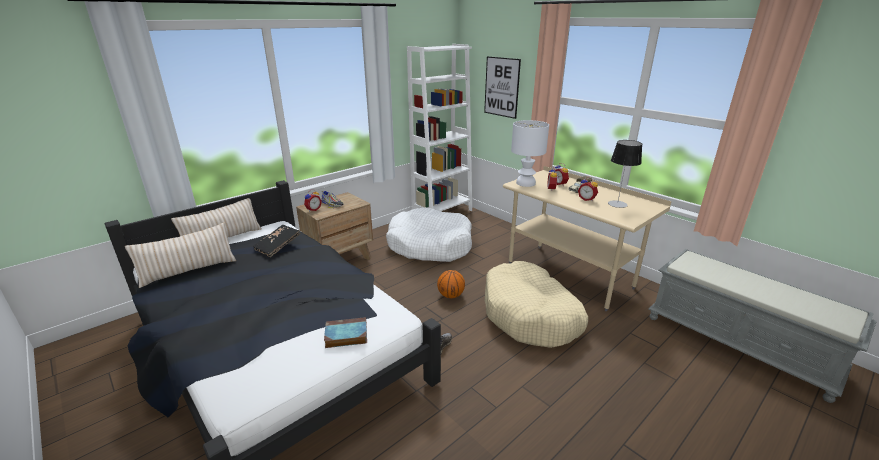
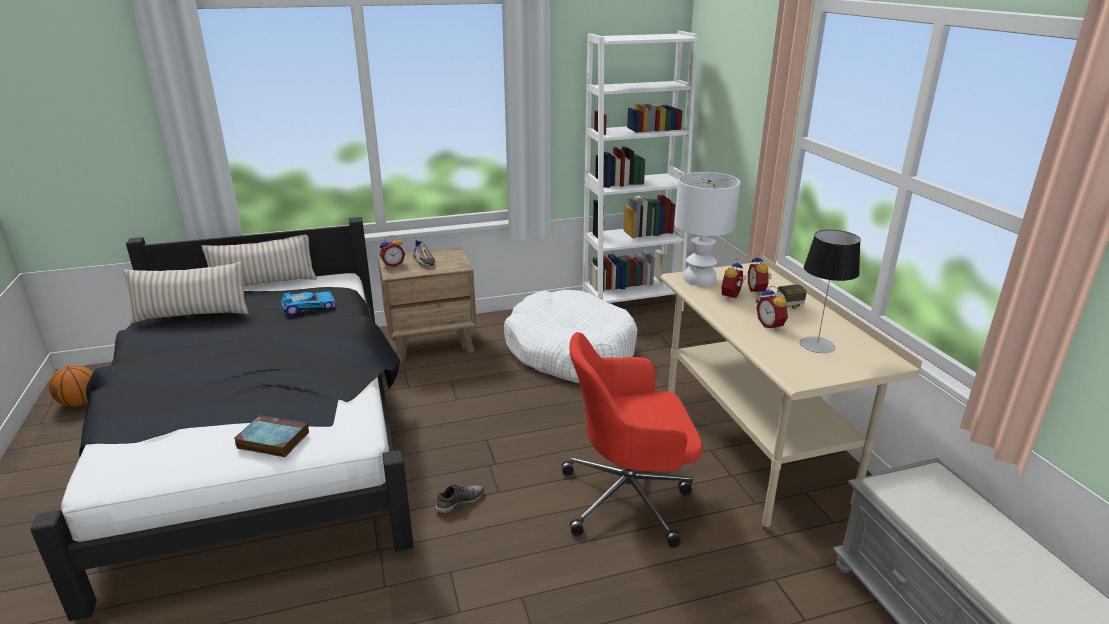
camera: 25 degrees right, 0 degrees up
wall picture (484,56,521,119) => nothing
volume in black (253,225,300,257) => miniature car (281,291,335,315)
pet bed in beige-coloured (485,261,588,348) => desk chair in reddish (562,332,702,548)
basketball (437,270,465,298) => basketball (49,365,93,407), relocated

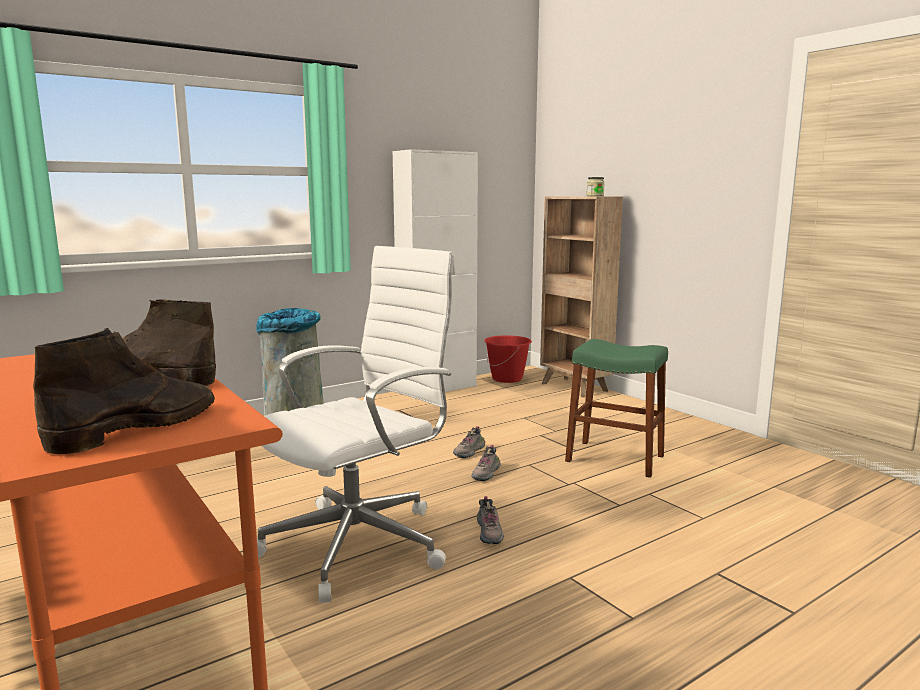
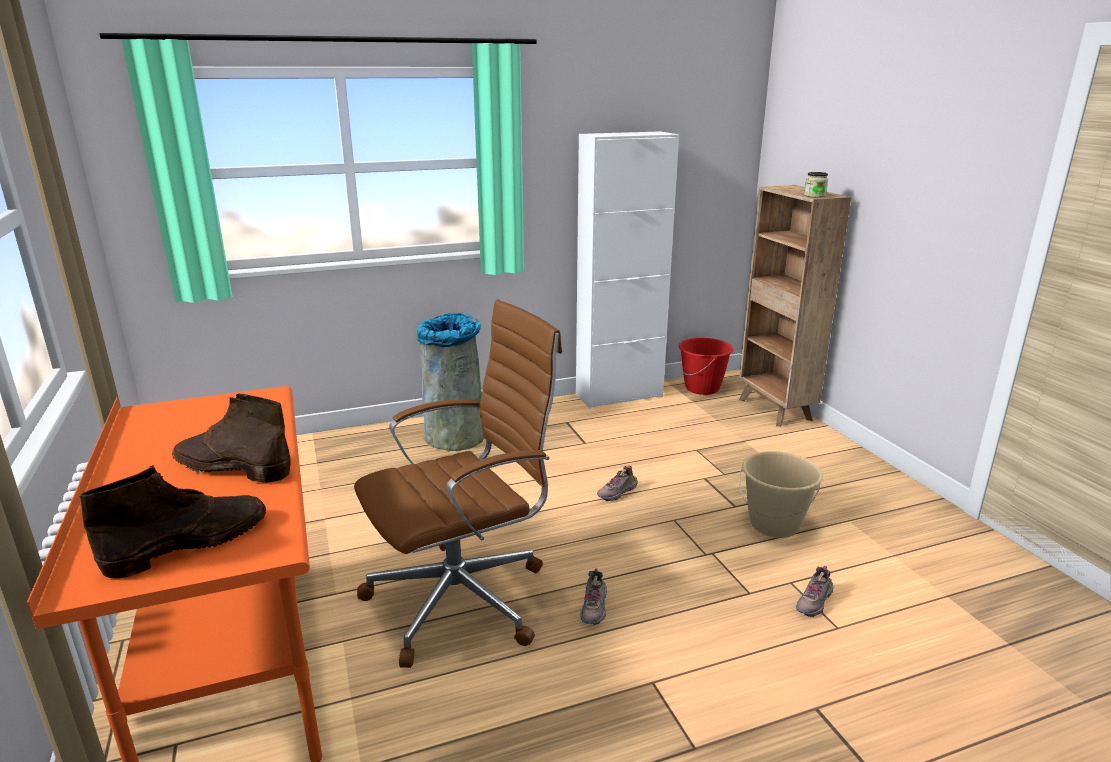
camera: 15 degrees right, 10 degrees up
desk chair in white-coloured (257,246,456,603) => desk chair in brown (354,300,562,668)
sitting stool in green-coloured (565,339,668,478) => water bucket in beige-coloured (739,451,823,538)
low shoe (471,445,500,481) => low shoe (796,566,833,617), relocated

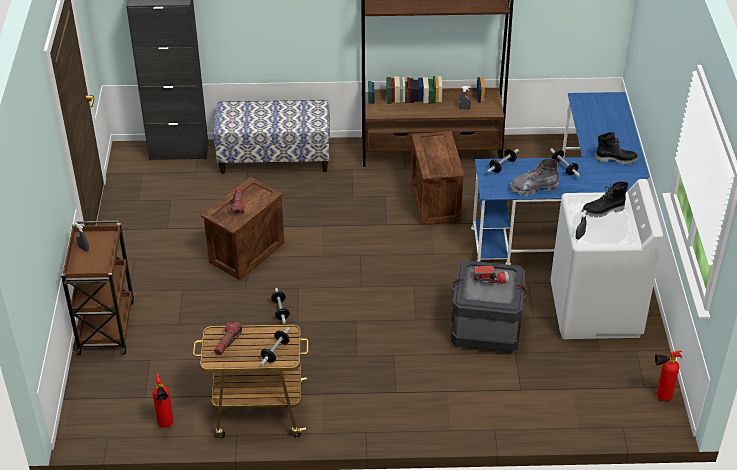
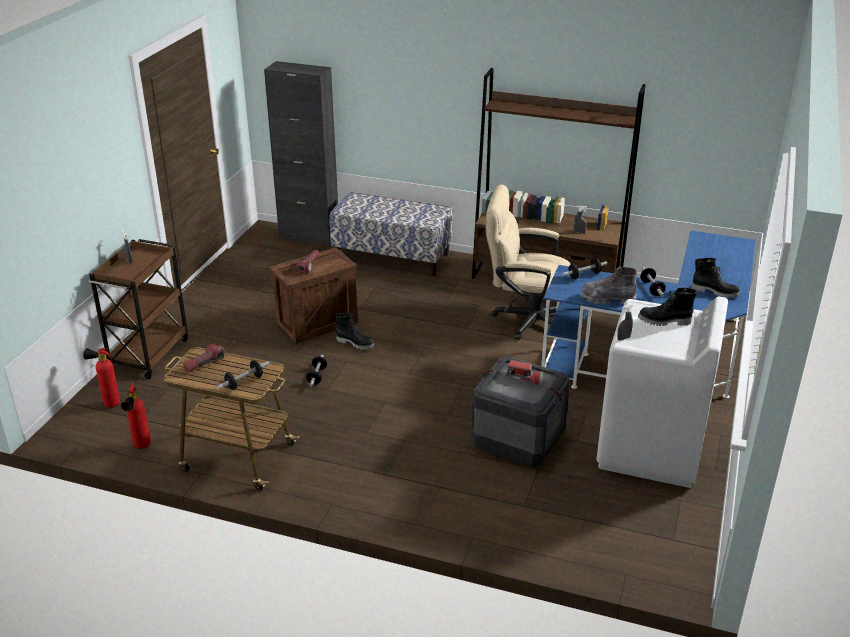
camera: 20 degrees right, 10 degrees down
crate (411,131,464,225) => desk chair in beige-coloured (486,184,571,340)
fire extinguisher (655,351,682,401) => fire extinguisher (83,348,120,408), relocated
nothing => tall boot in black (335,313,374,350)

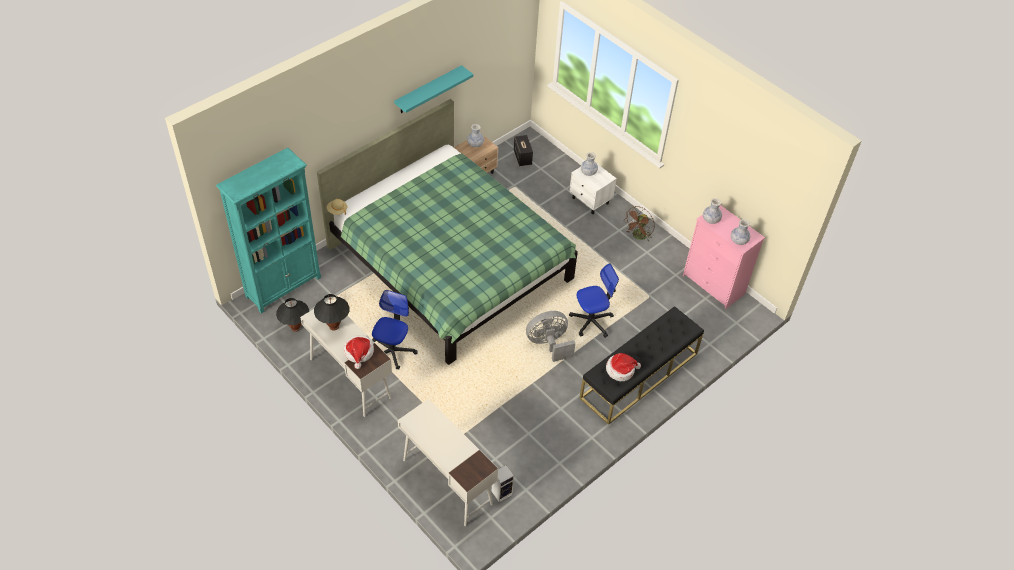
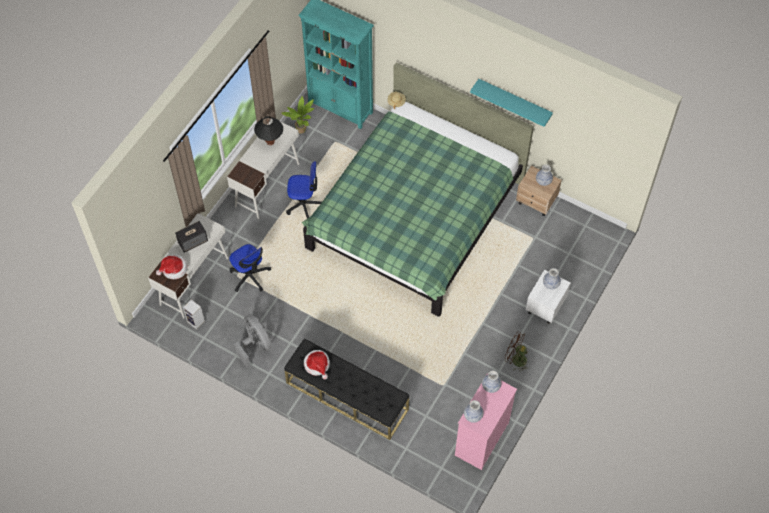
camera: 75 degrees right, 10 degrees up
speaker (514,135,533,166) => speaker (175,221,208,253), relocated
desk chair (569,264,619,338) => desk chair (229,244,271,292), relocated
tabletop lamp in black (276,298,309,332) => houseplant (281,96,314,134)
fan in gray (526,311,575,362) => fan in gray (234,314,272,368), relocated
hat (344,335,374,369) => hat (156,255,188,279), relocated

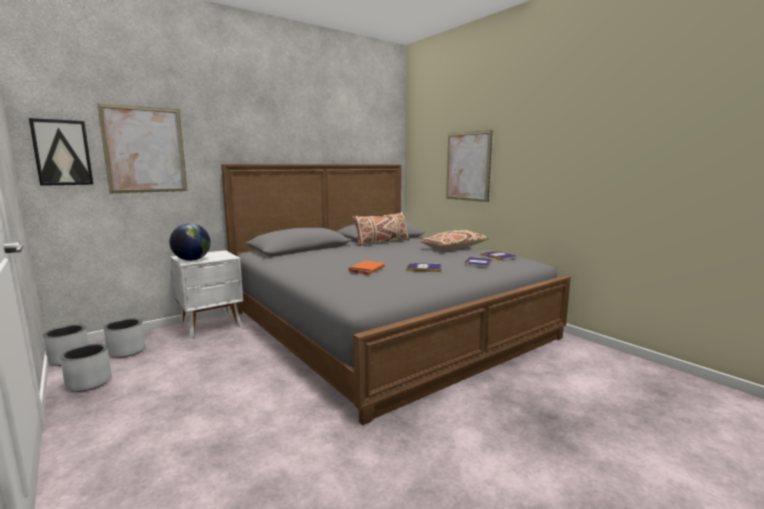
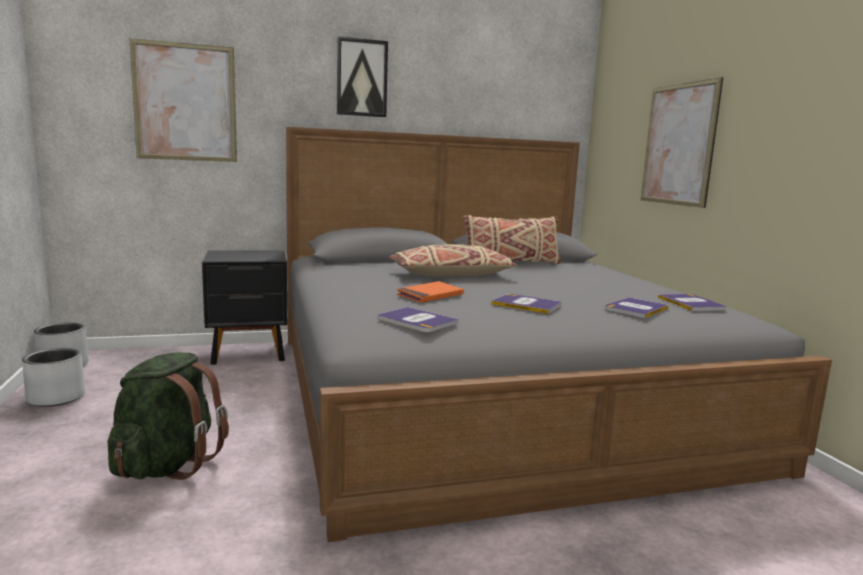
camera: 20 degrees right, 0 degrees up
wall picture (29,118,93,186) => wall picture (337,36,388,117), relocated
world globe (170,223,210,261) => nothing
cushion in beige-coloured (419,230,489,250) => cushion in beige-coloured (389,244,517,276), relocated
bedside table in white-coloured (171,250,243,338) => bedside table in black (202,250,288,365)
planter in gray (103,318,145,358) => nothing
nothing => volume (378,307,459,332)
nothing => knapsack in green-coloured (108,352,229,480)

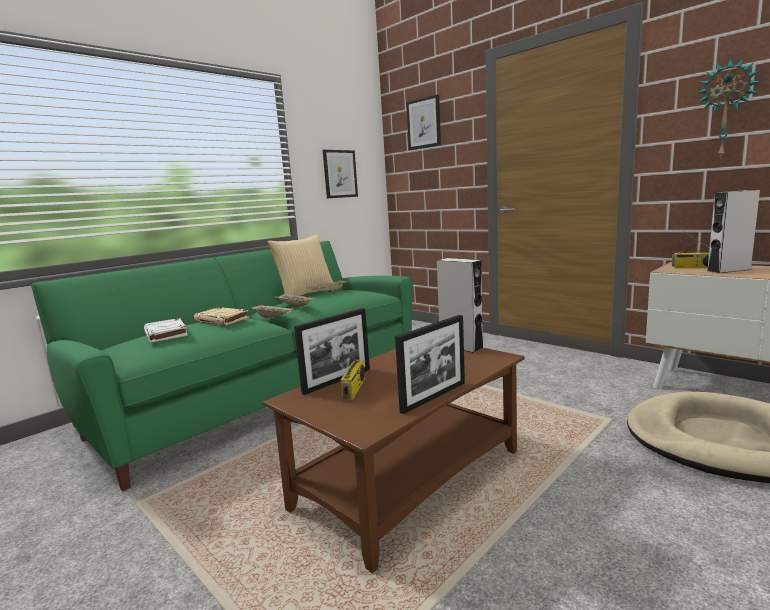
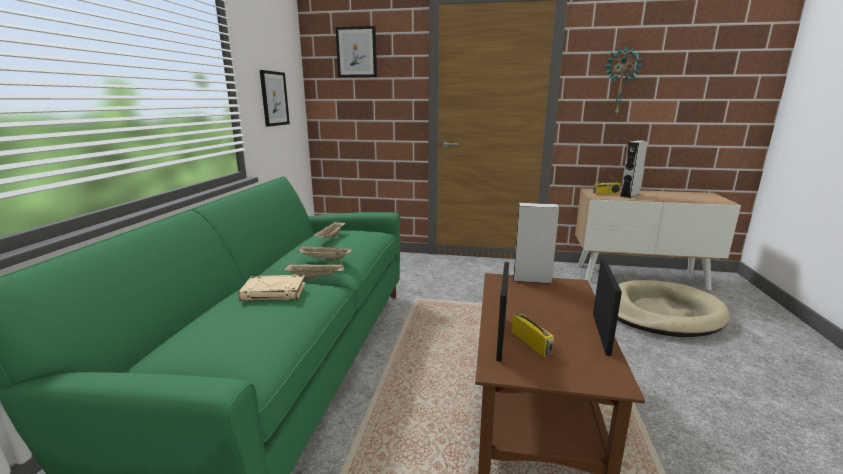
camera: 35 degrees left, 5 degrees up
cushion (268,234,333,296) => nothing
volume in white-coloured (144,318,188,342) => nothing

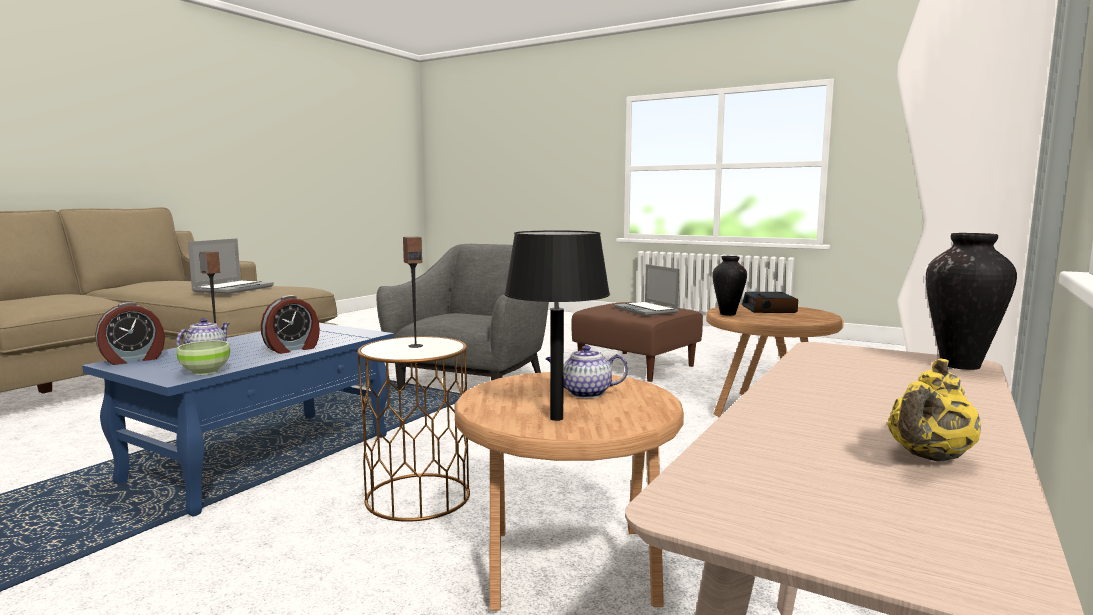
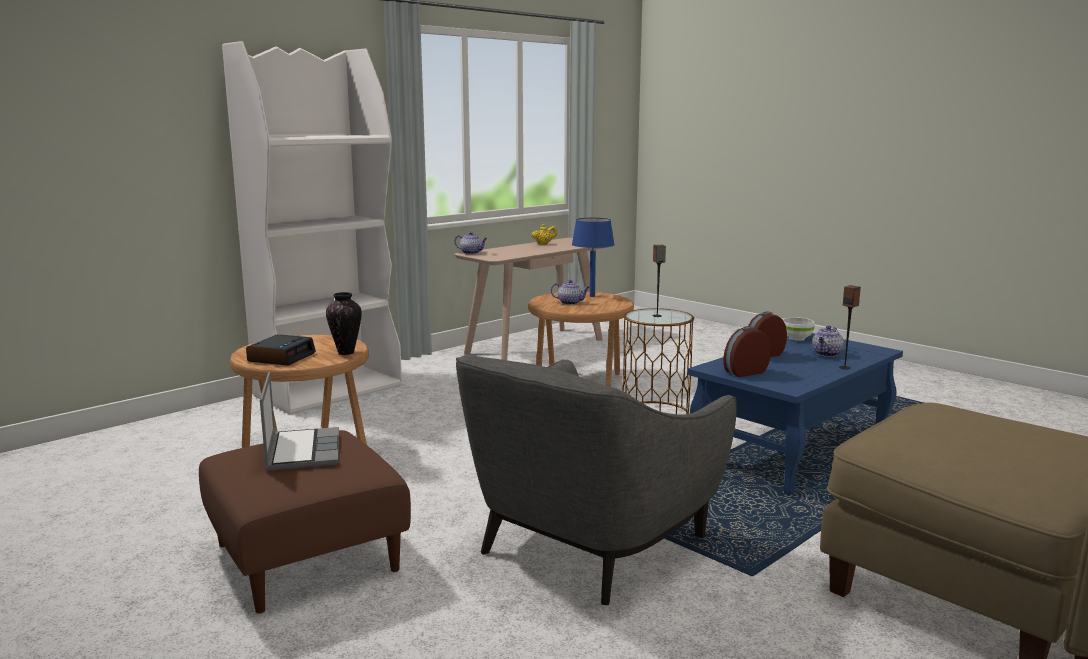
camera: 165 degrees left, 5 degrees up
tabletop lamp in black (504,231,610,421) => tabletop lamp in blue (572,218,615,297)
flower vase (926,233,1017,370) => tea pot (454,232,487,254)
portable computer (188,238,274,294) => nothing
alarm clock (95,302,165,365) => alarm clock (723,326,771,377), relocated
serving bowl in green-coloured (177,340,230,375) => serving bowl in white-coloured (783,317,815,341)

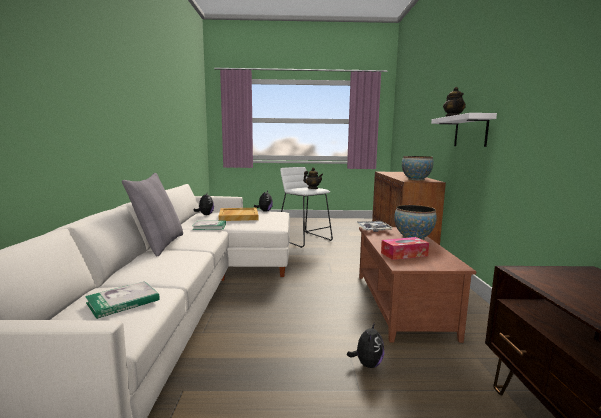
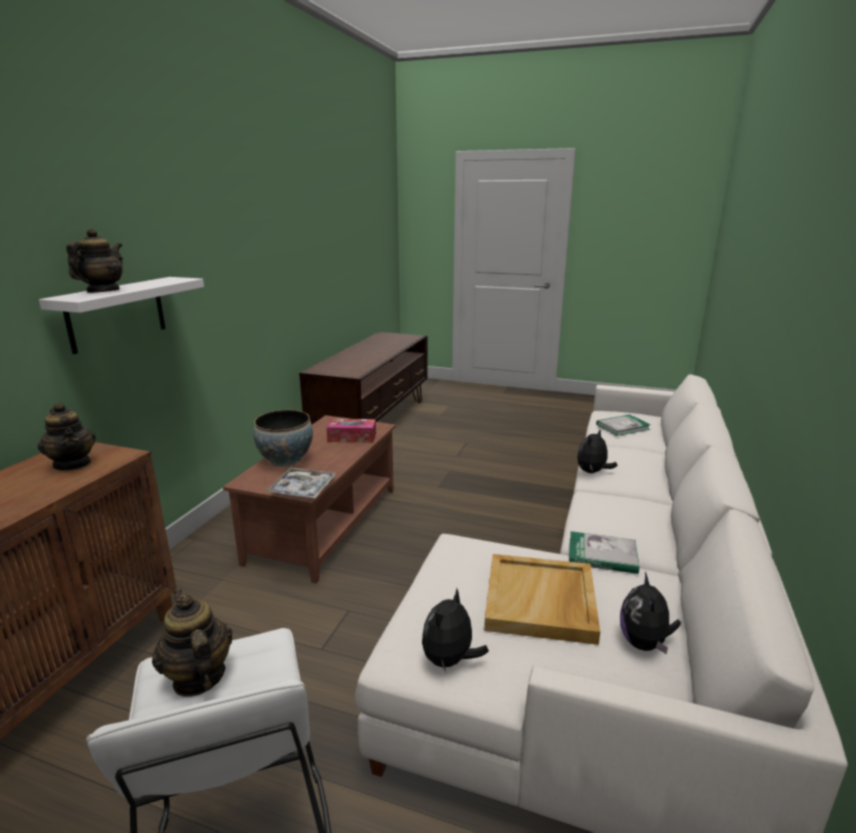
camera: 160 degrees left, 10 degrees up
serving bowl (402,156,433,181) => tea pot (38,402,96,470)
cushion in gray (122,173,183,256) => nothing
soft toy (347,322,384,368) => soft toy (577,429,617,473), relocated

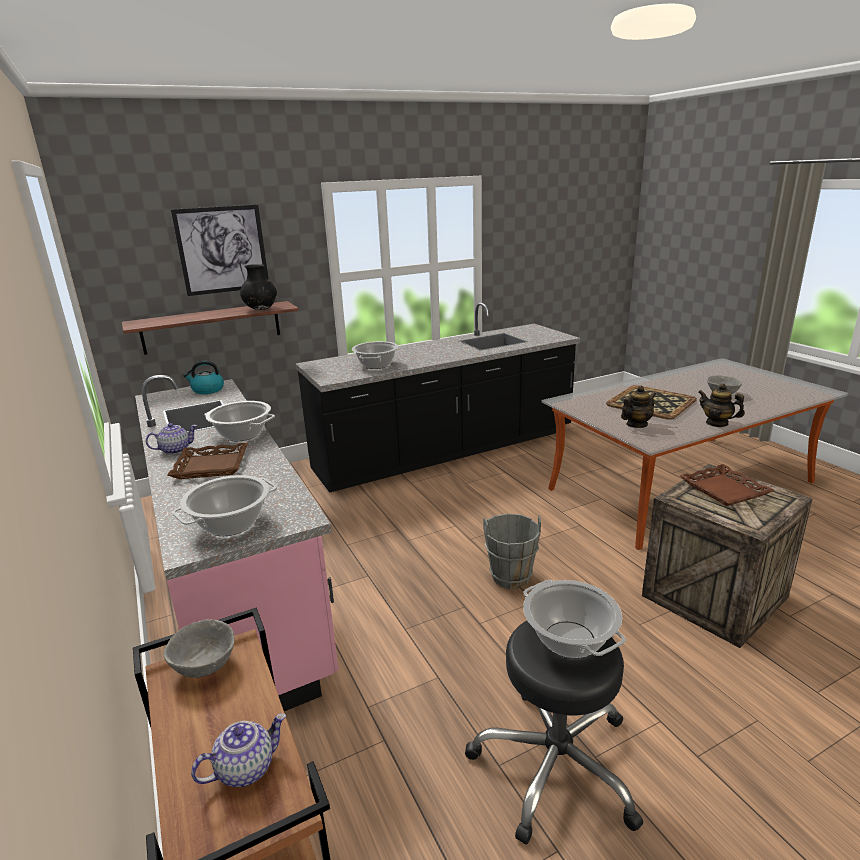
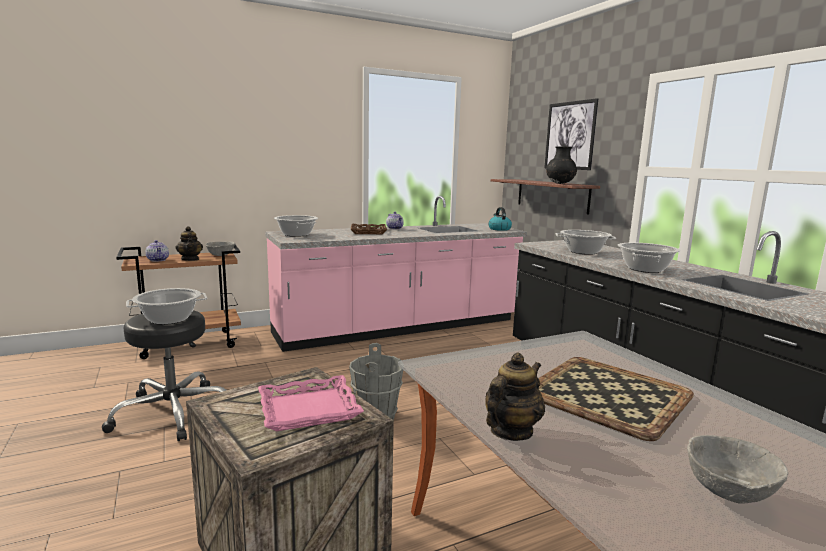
camera: 90 degrees right, 10 degrees down
tea pot (621,386,656,428) => tea pot (176,226,203,261), relocated
cooking pot (204,401,275,441) => cooking pot (618,243,681,273), relocated
serving tray in brown (680,464,775,506) => serving tray in pink-coloured (258,375,364,431)

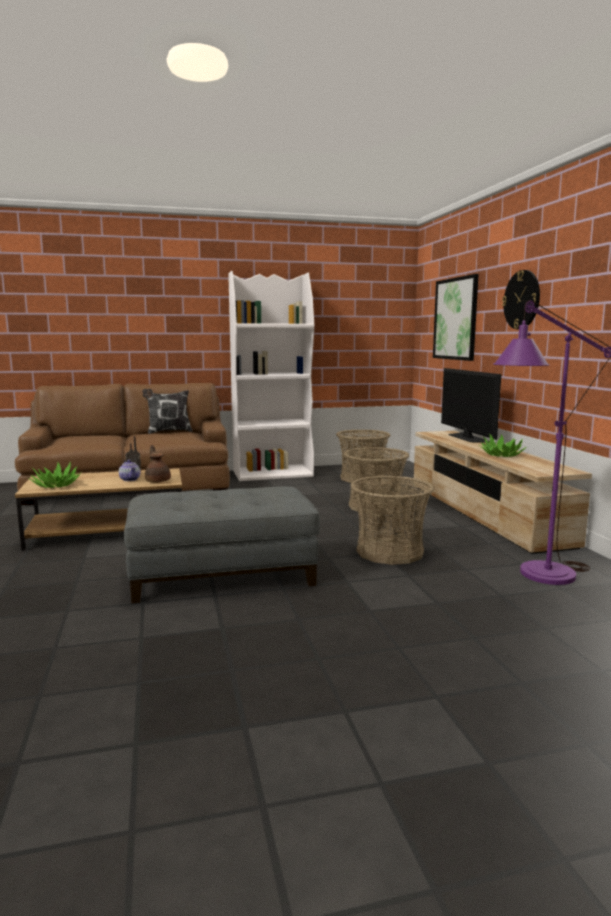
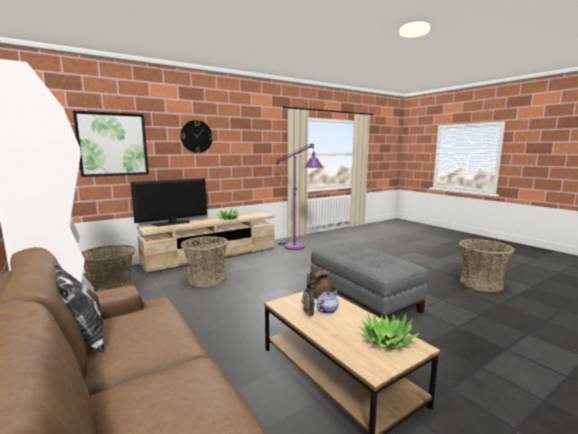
camera: 110 degrees left, 0 degrees up
basket (351,476,434,565) => basket (459,239,515,292), relocated

